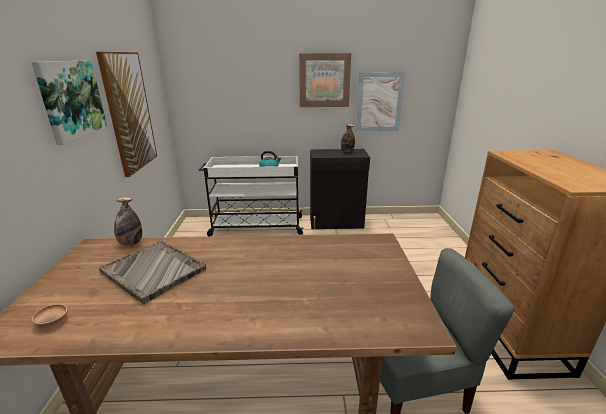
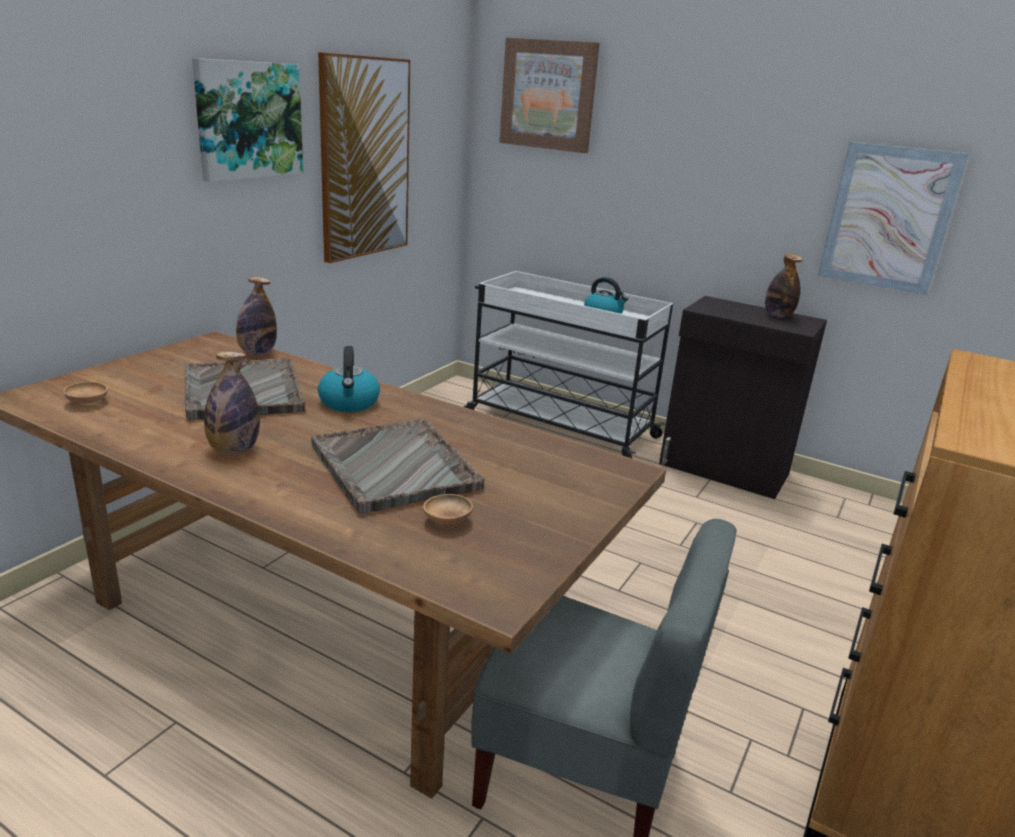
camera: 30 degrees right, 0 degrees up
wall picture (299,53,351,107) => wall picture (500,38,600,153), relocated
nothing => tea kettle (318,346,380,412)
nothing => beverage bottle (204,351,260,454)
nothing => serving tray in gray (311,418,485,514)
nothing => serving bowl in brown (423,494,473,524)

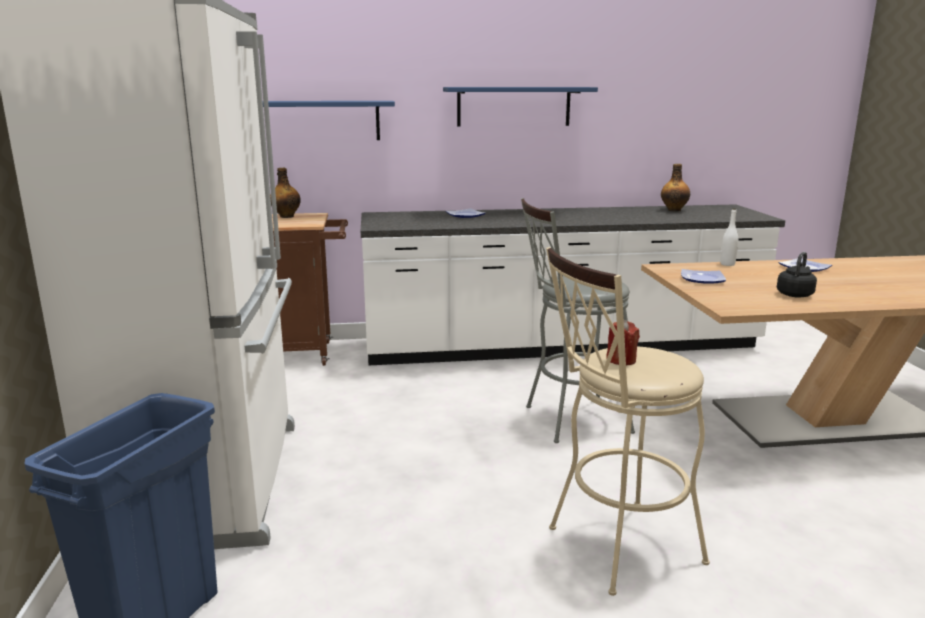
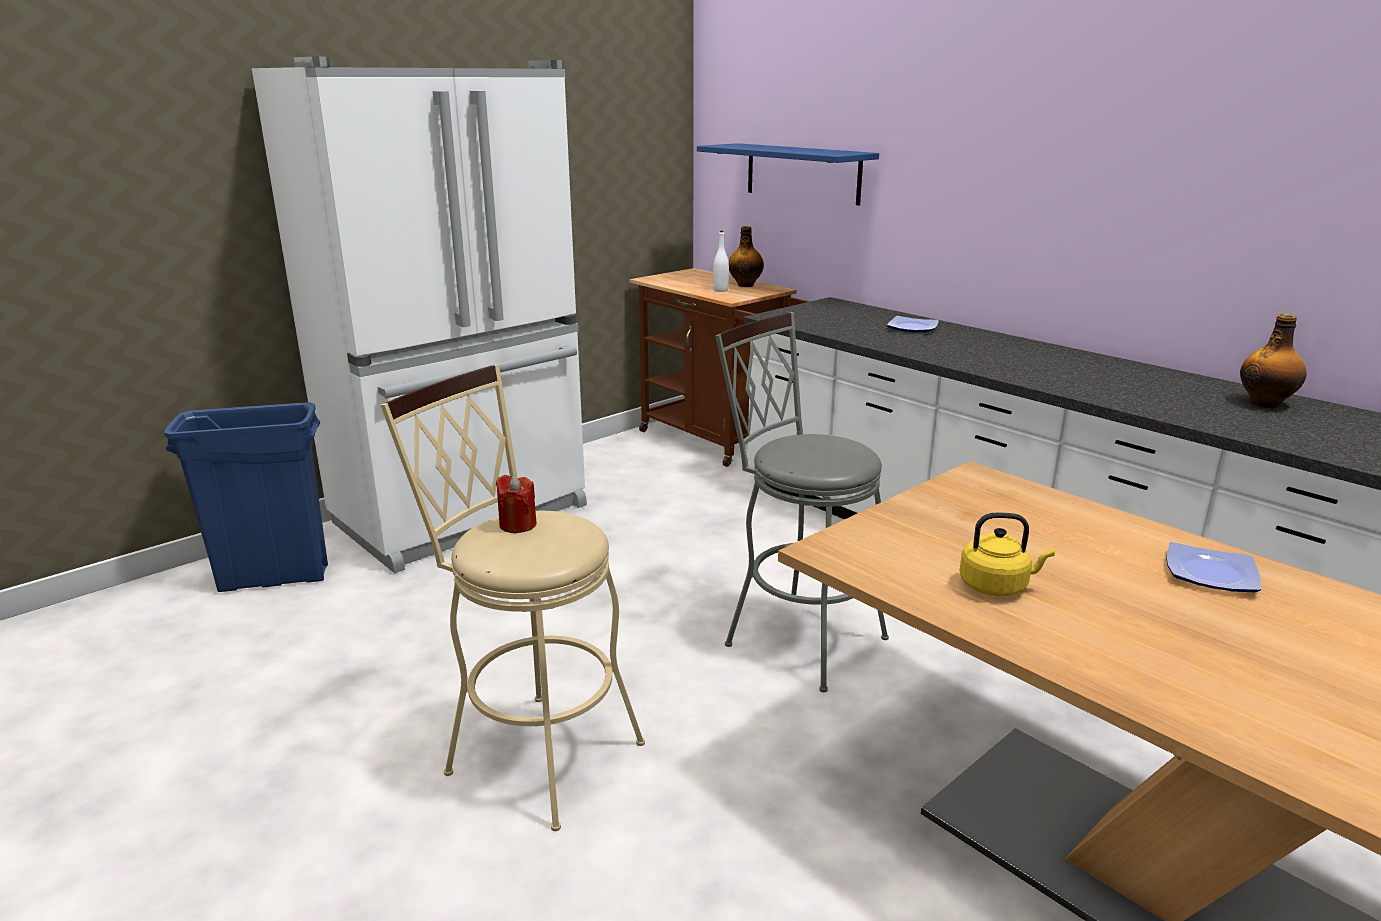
camera: 55 degrees right, 5 degrees up
shelf in blue (443,87,598,127) => nothing
beverage bottle in white-coloured (720,208,738,266) => beverage bottle in white-coloured (713,231,729,292), relocated
tea kettle in black (777,252,817,297) => tea kettle in yellow (960,512,1055,596)
plate (681,269,726,284) => nothing

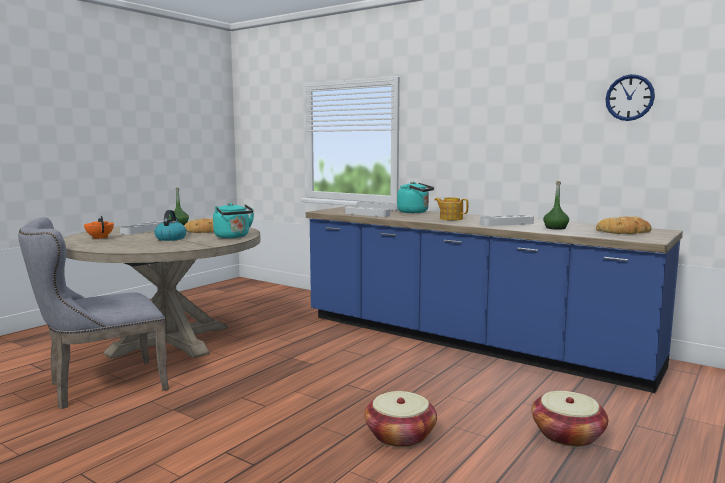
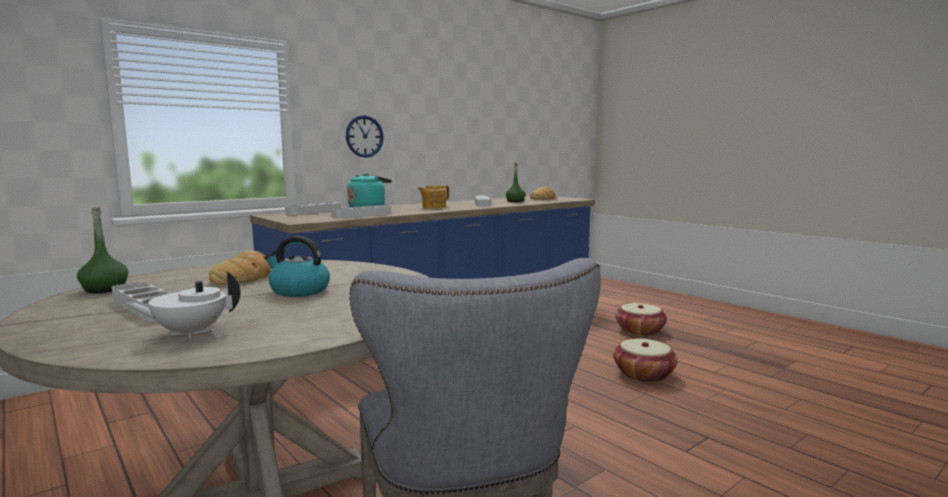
camera: 75 degrees left, 0 degrees up
clock on the wall (606,74,655,121) => clock on the wall (346,115,383,158), relocated
tea kettle in blue-green (213,203,254,238) => nothing
tea pot in orange-coloured (84,216,114,239) => tea pot in white-coloured (126,271,241,338)

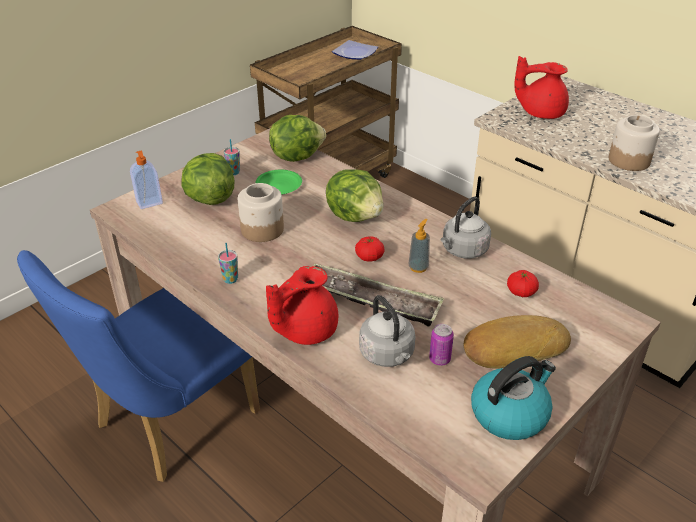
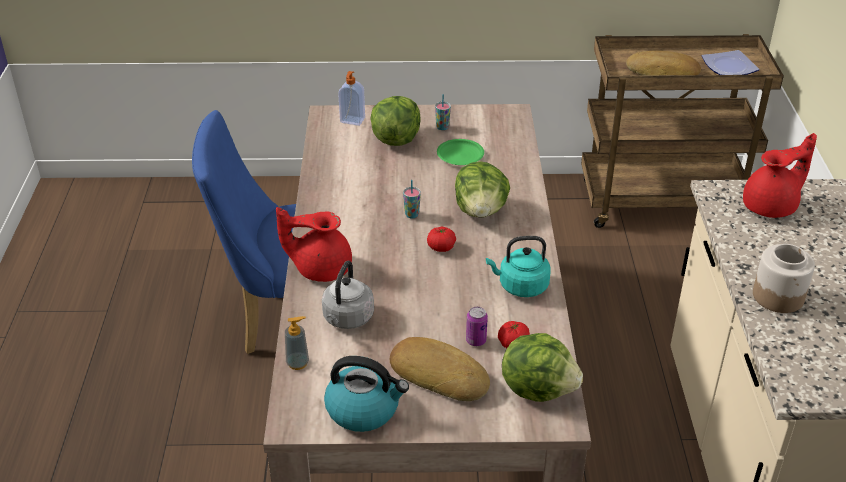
camera: 45 degrees right, 0 degrees up
tea pot in reddish (514,56,569,119) => tea pot in reddish (743,133,817,218), 105 degrees clockwise
lettuce (269,115,326,162) => lettuce (502,333,583,402), relocated
jar (238,183,284,242) => nothing
tea kettle in gray (441,197,491,259) => tea kettle in blue-green (486,236,551,297)
soap dispenser (408,219,430,273) => soap dispenser (285,316,309,370), relocated
cup (218,243,238,284) => cup (403,180,421,219), relocated
serving tray (313,264,444,327) => nothing
can (429,324,454,366) => can (466,307,488,346), relocated
nothing => baked bread (626,51,701,75)

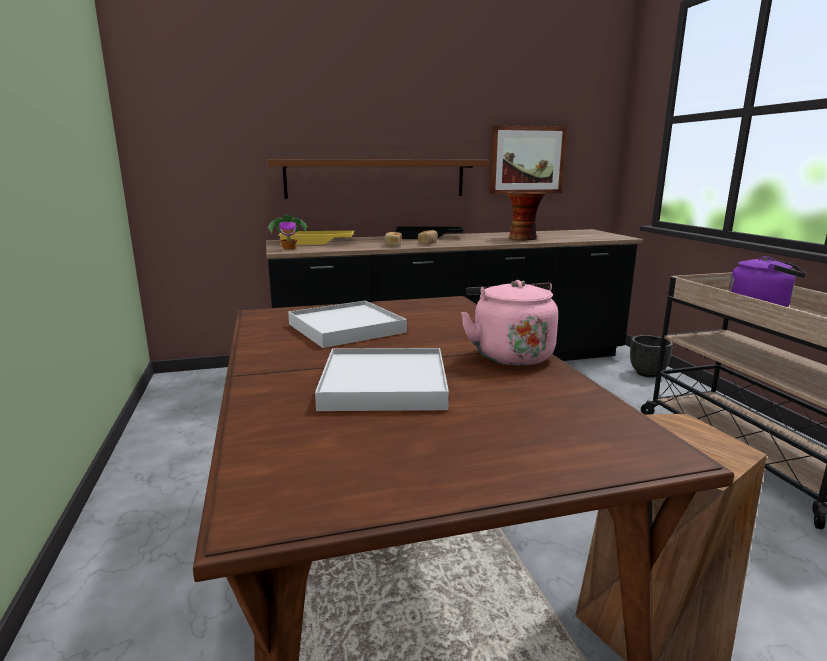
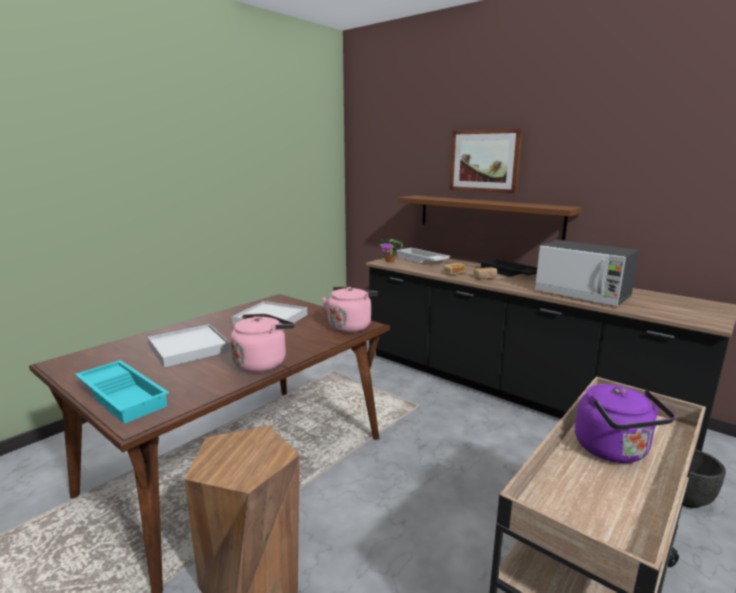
camera: 55 degrees right, 0 degrees up
wall picture (489,125,567,194) => wall picture (449,128,523,194), relocated
flower vase (507,192,545,240) => microwave oven (535,240,639,306)
serving tray in yellow (278,231,354,245) => serving tray in white-coloured (396,248,451,263)
nothing => tea kettle in pink-coloured (322,287,377,332)
nothing => serving tray in blue-green (75,360,169,424)

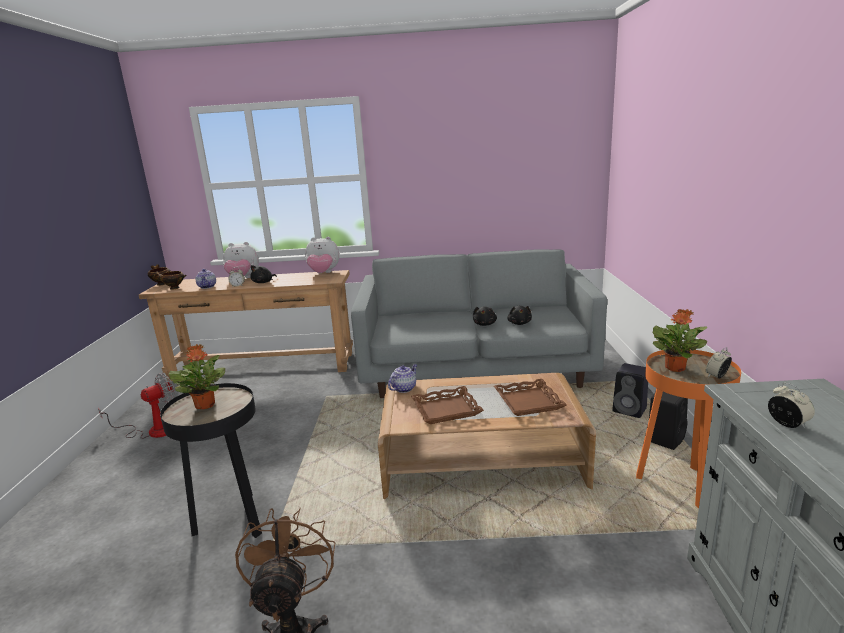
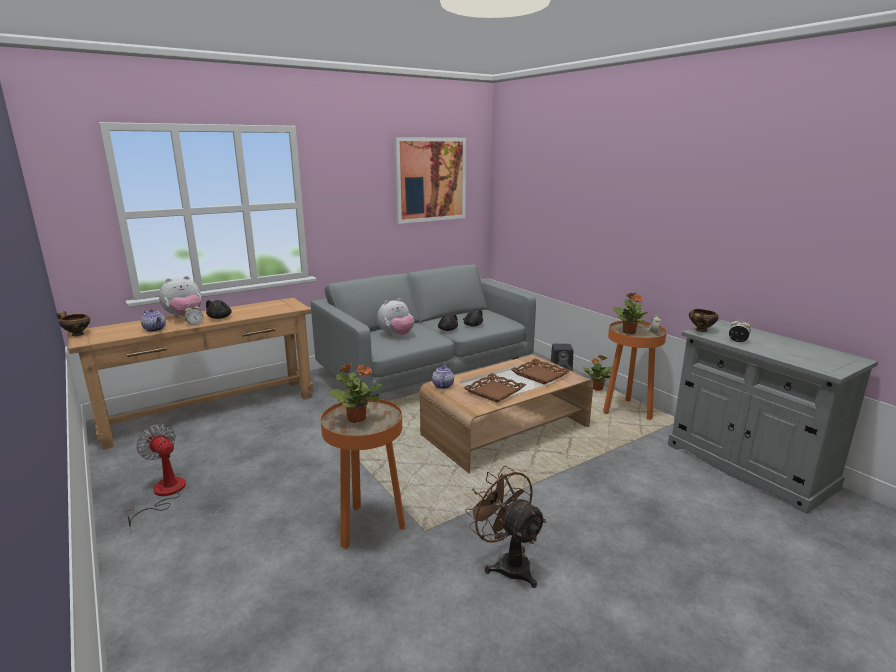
camera: 35 degrees left, 0 degrees up
soft toy (305,237,339,273) => soft toy (377,298,414,336), relocated
serving bowl (153,271,186,290) => serving bowl (689,309,719,332), relocated
fan (98,373,175,439) => fan (123,424,186,527), 60 degrees counterclockwise
accent table in black (160,383,262,538) => accent table in orange-coloured (321,398,405,549)
speaker in black (649,392,688,450) => houseplant (583,355,613,391)
nothing => wall picture (394,137,466,224)

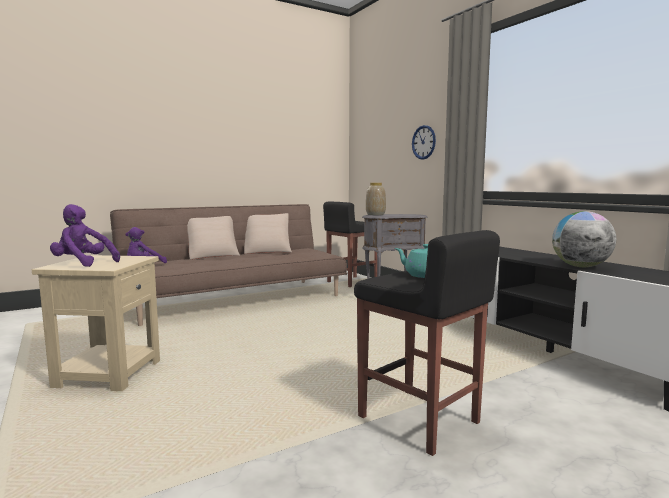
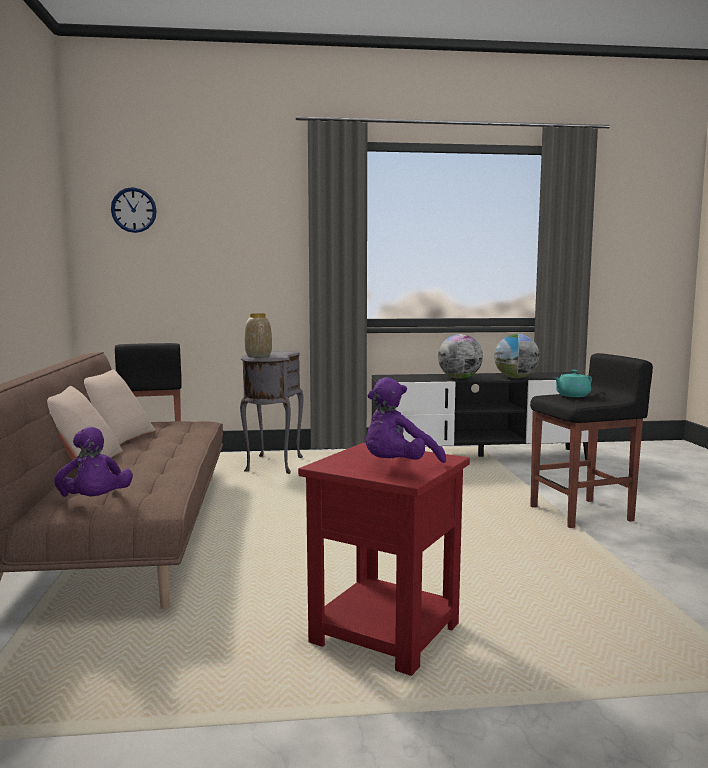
camera: 65 degrees left, 0 degrees up
clock on the wall (412,125,436,160) => clock on the wall (111,187,157,233), relocated
accent table in beige-coloured (32,255,160,391) => accent table in reddish (298,443,470,676)
nothing => world globe (438,334,483,379)

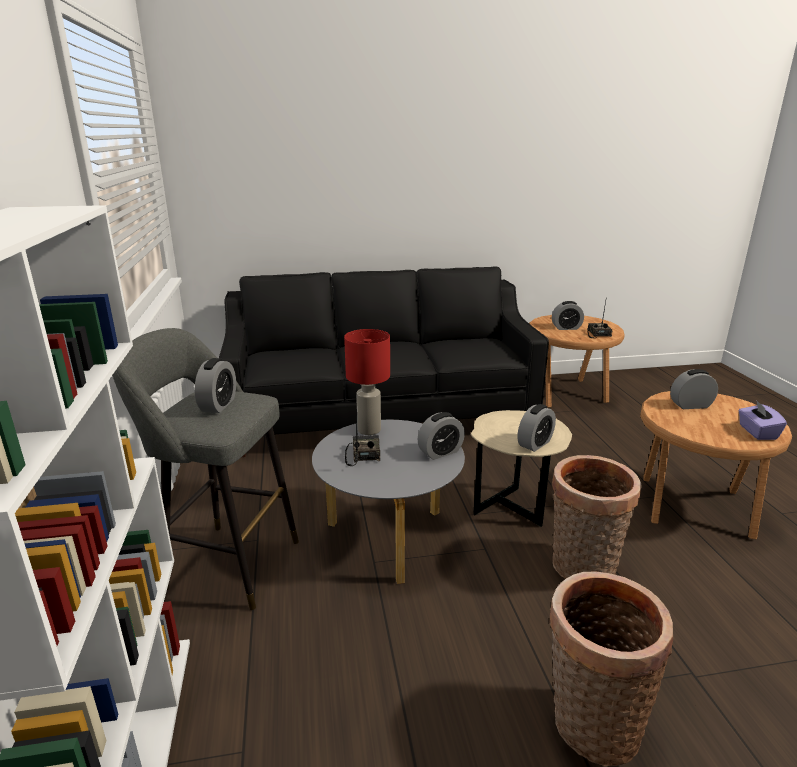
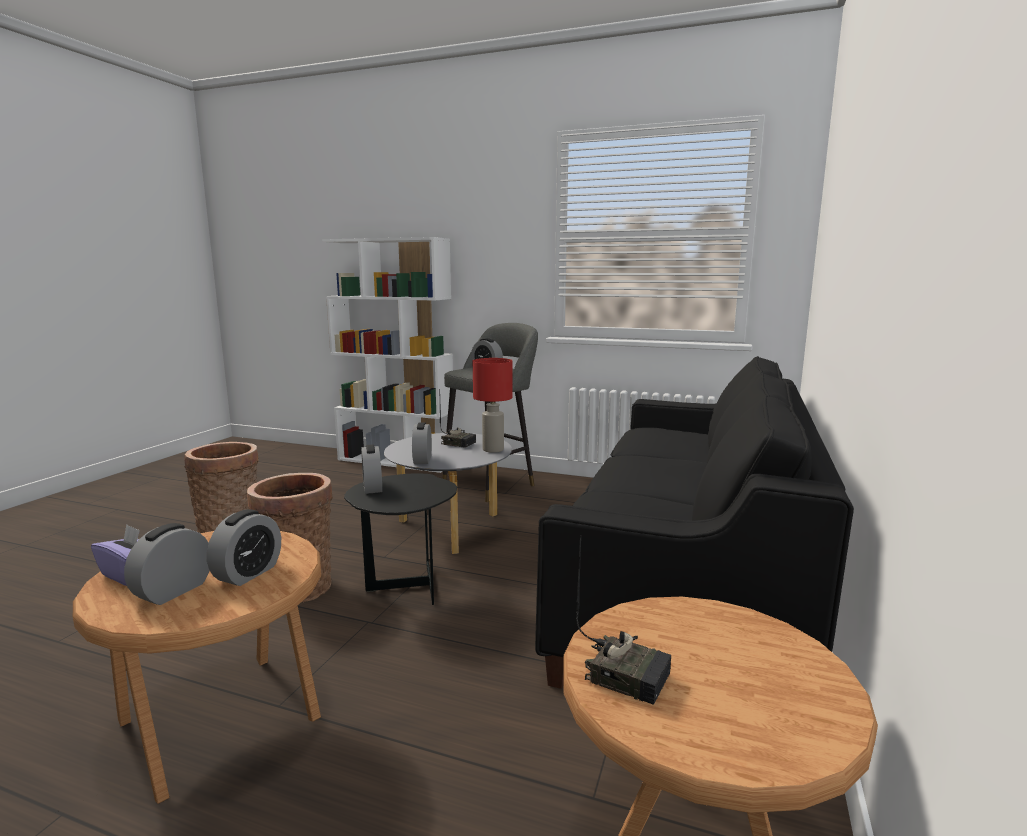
camera: 120 degrees right, 10 degrees down
alarm clock (552,301,584,330) => alarm clock (124,523,210,605), relocated
accent table in beige-coloured (471,410,572,527) => accent table in black (344,473,457,605)

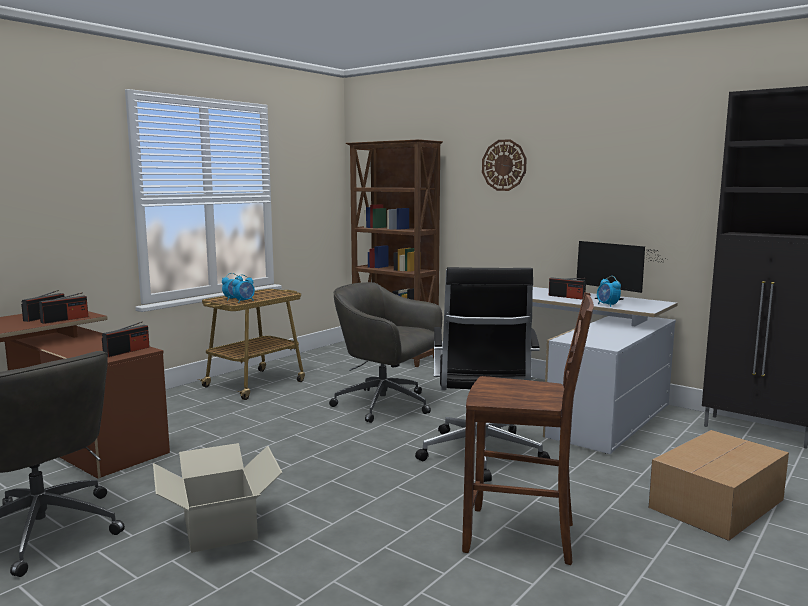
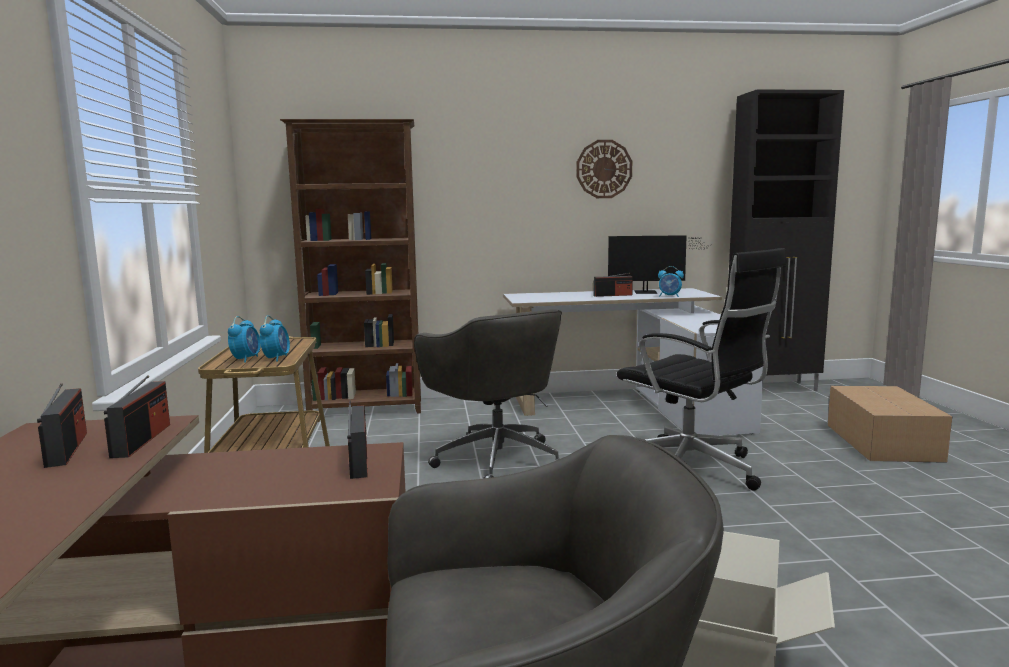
camera: 45 degrees left, 0 degrees up
clock on the wall (482,139,527,191) => clock on the wall (577,140,632,198), relocated
desk chair in gray (329,282,442,423) => desk chair in gray (414,309,562,478), 105 degrees counterclockwise
upright chair in brown (462,292,594,565) => nothing

